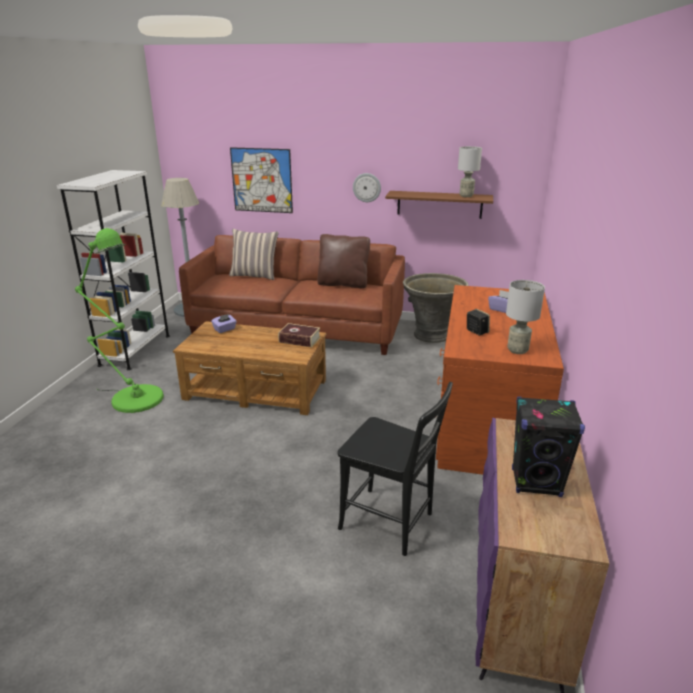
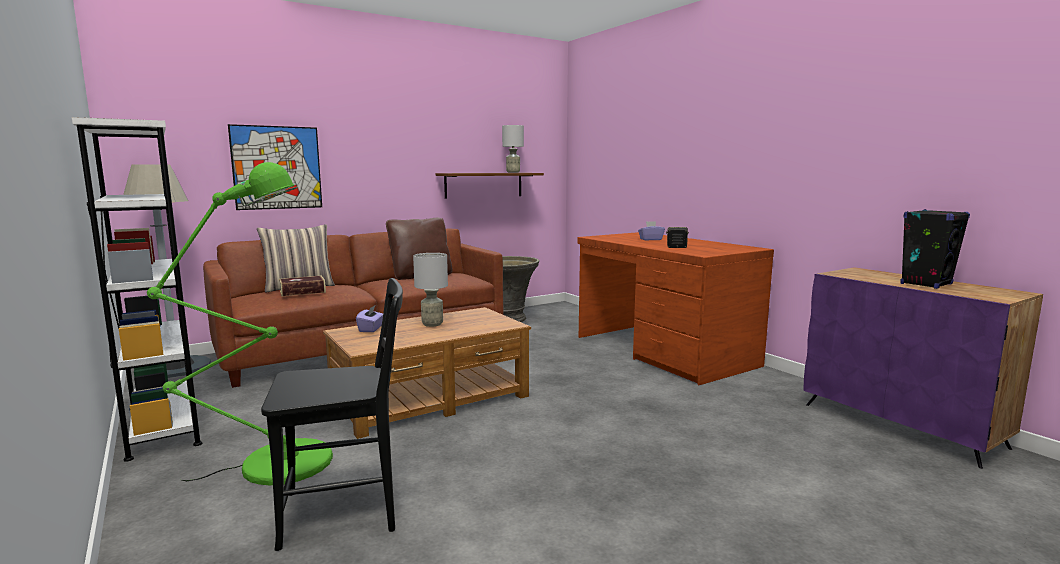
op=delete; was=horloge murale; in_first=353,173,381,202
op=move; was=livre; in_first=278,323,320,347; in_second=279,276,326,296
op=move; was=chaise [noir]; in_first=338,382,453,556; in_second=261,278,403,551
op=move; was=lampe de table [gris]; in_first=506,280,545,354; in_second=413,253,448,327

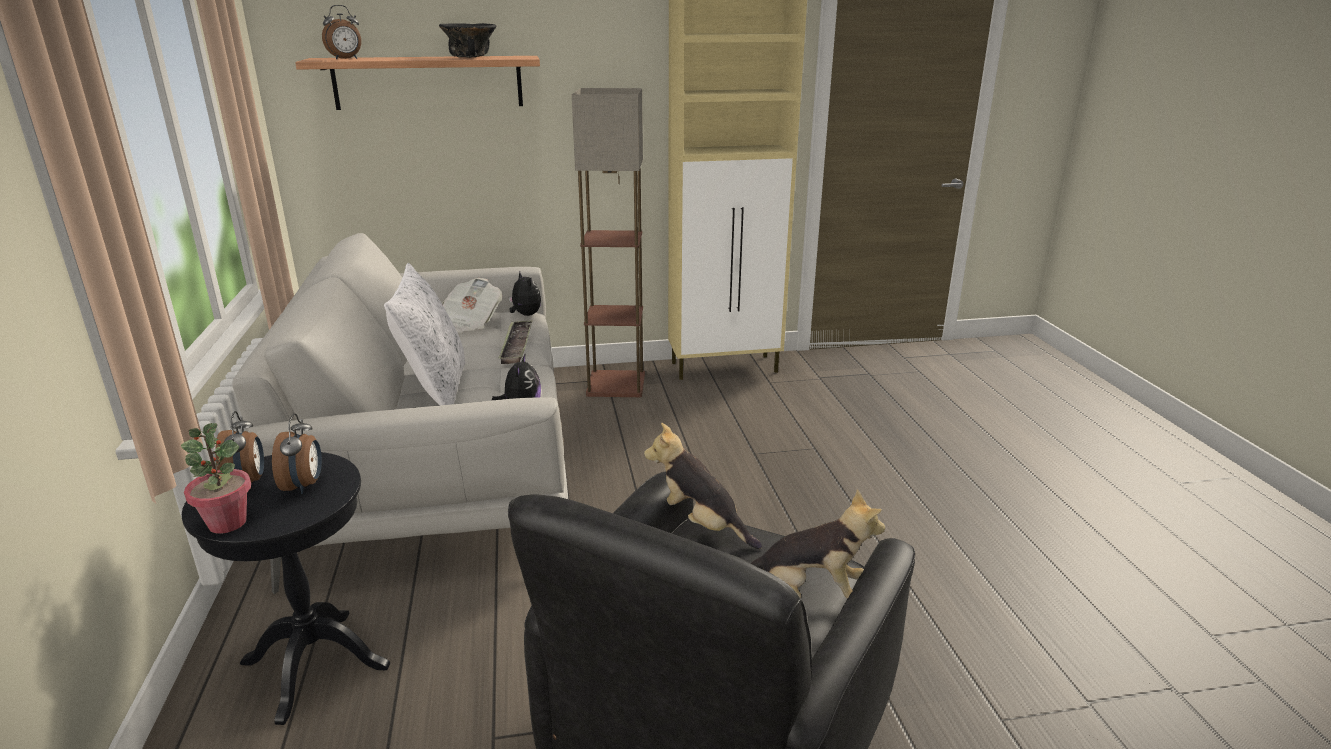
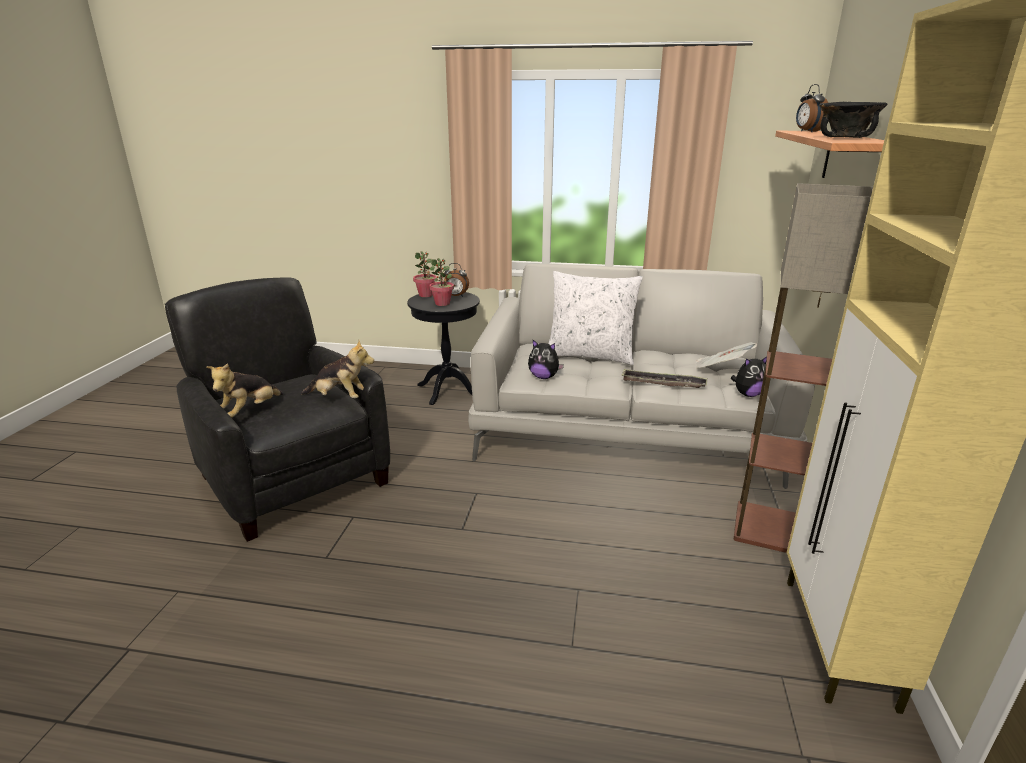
op=replace; was=réveil; now=plante en pot; in_first=272,413,322,494; in_second=429,258,454,306
op=rotate; was=peluche; in_first=644,423,762,549; in_second=301,340,374,398; clockwise=45

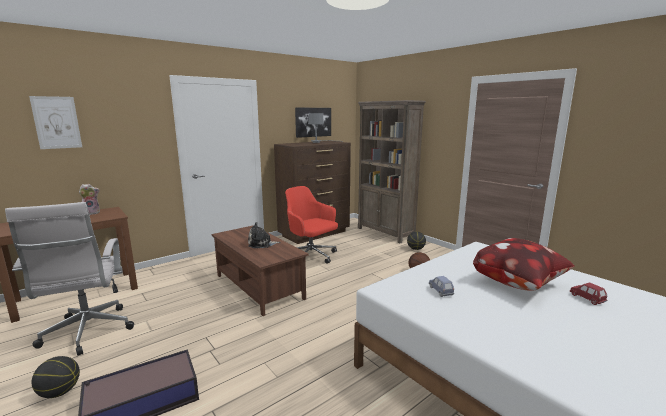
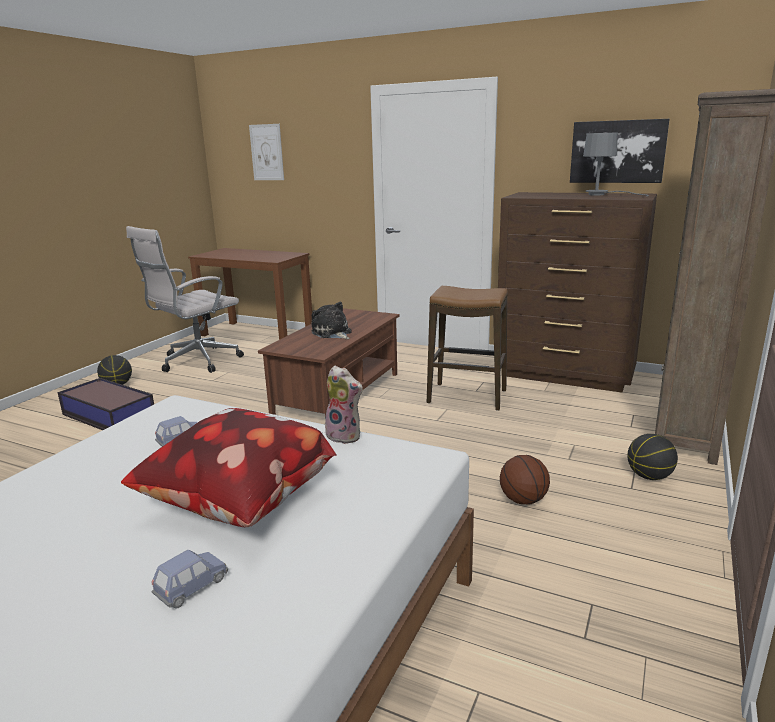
op=move; was=peluche; in_first=79,184,100,215; in_second=325,365,363,444
op=replace; was=chaise de bureau [rouge]; now=tabouret; in_first=285,186,338,264; in_second=427,286,508,411
op=recolor; was=petite voiture [rouge]; now=petite voiture [bleu]; in_first=570,282,608,305; in_second=151,550,228,609

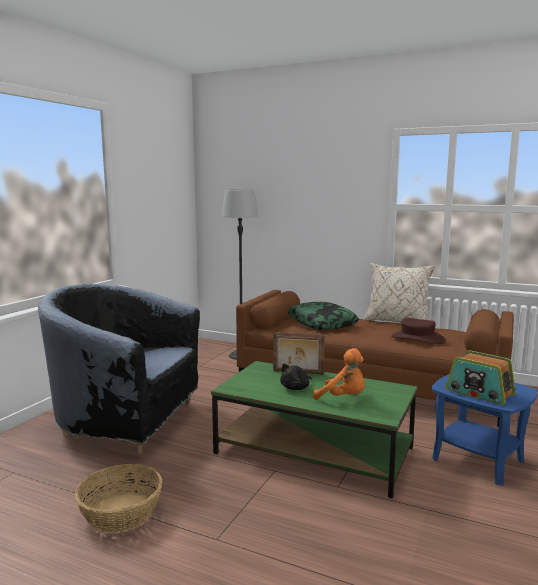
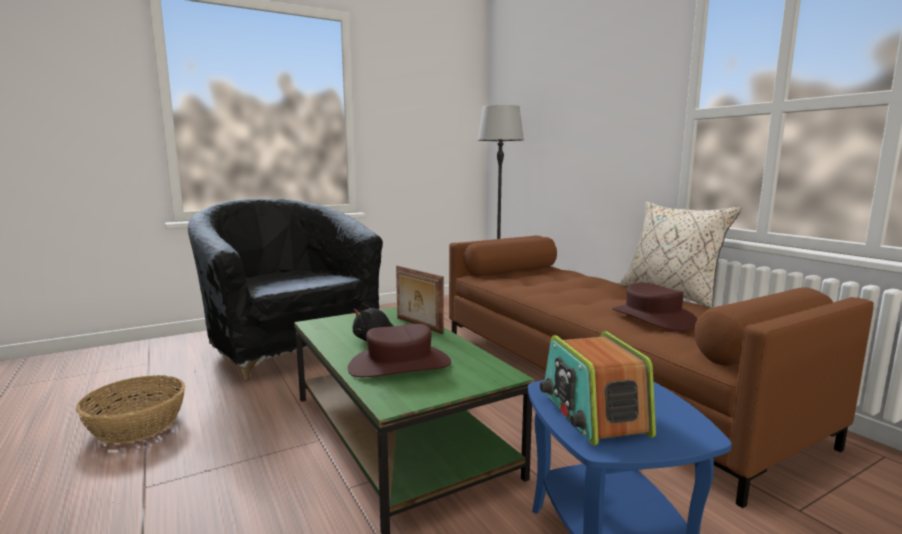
op=delete; was=coussin; in_first=288,302,359,330
op=replace; was=peluche [orange]; now=chapeau [marron]; in_first=313,348,365,400; in_second=348,324,451,377

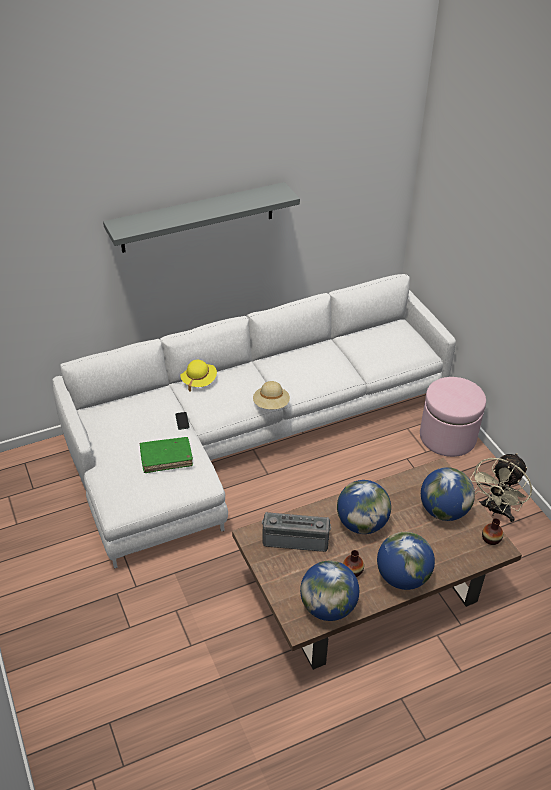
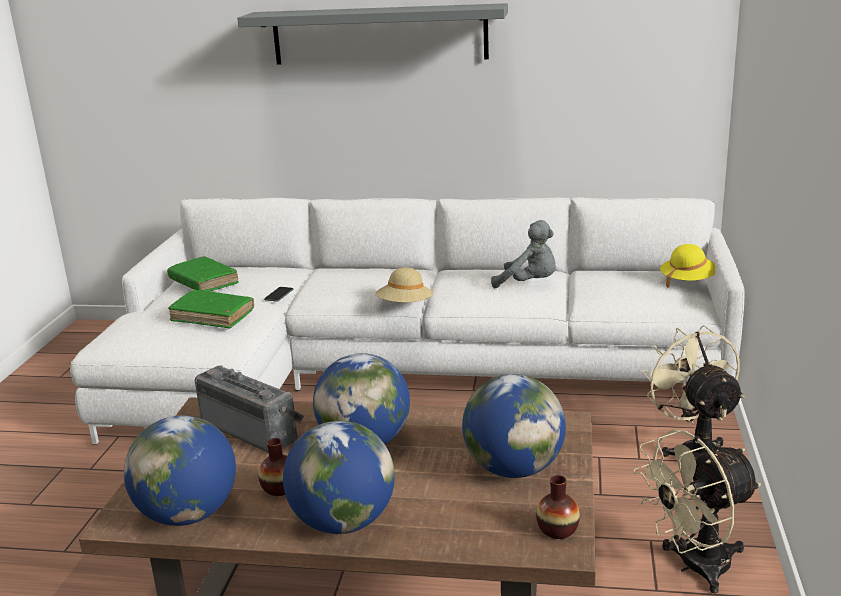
op=insert; now=livre [vert]; in_second=167,256,239,291
op=insert; now=peluche [gris]; in_second=491,220,556,288
op=move; was=chapeau [jaune]; in_first=181,360,217,392; in_second=660,244,715,288
op=replace; was=pouf [rose]; now=ventilateur [beige]; in_first=420,377,486,457; in_second=642,325,744,459

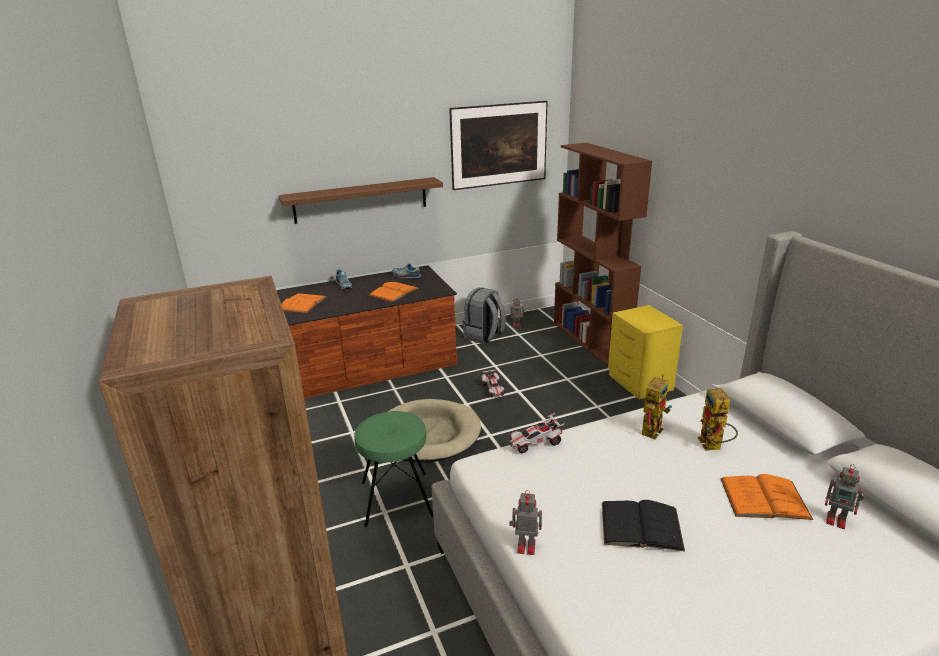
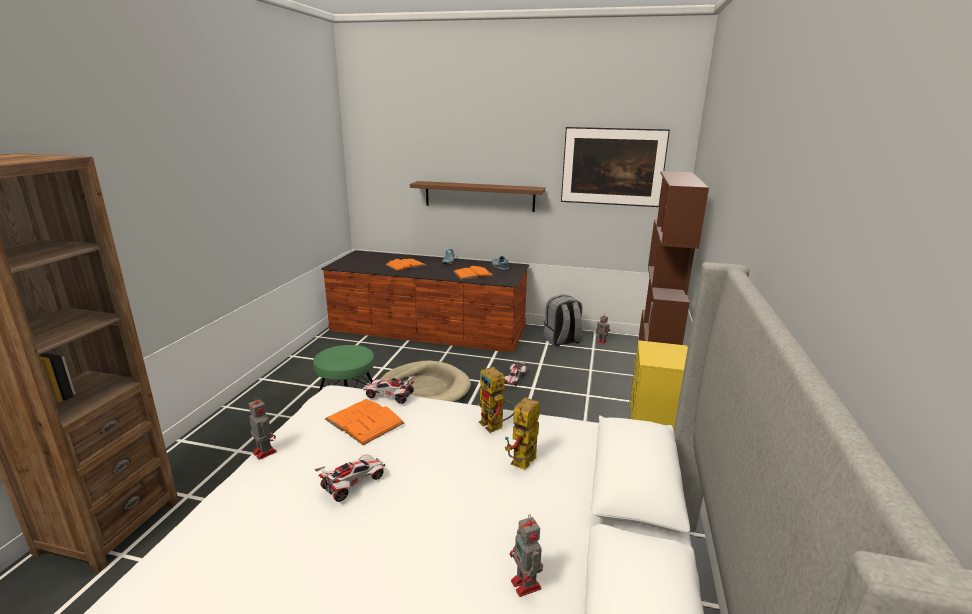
op=move; was=livre [orange]; in_first=720,474,813,520; in_second=325,399,404,445
op=replace; was=livre [noir]; now=petite voiture; in_first=602,500,685,552; in_second=314,455,385,502
op=rotate; was=robot jouet; in_first=641,374,672,439; in_second=478,367,515,433; clockwise=75

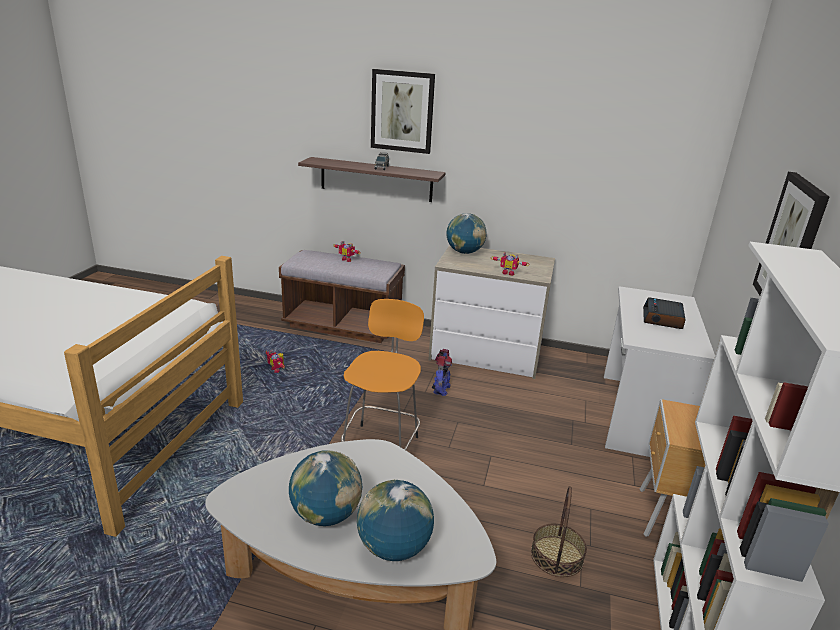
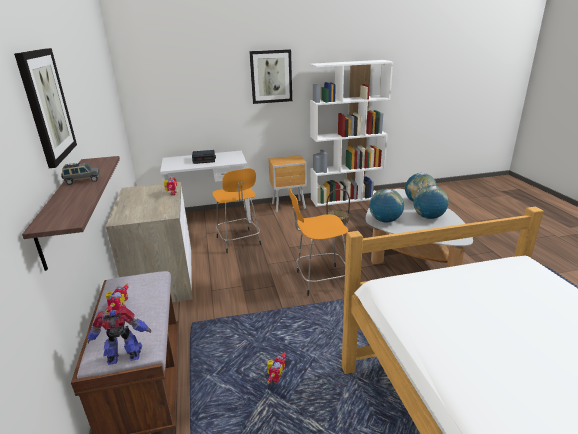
op=insert; now=tabouret [orange]; in_second=212,168,261,253
op=move; was=robot jouet; in_first=432,349,452,396; in_second=87,308,151,365
op=move; was=globe; in_first=446,213,487,254; in_second=369,189,404,223

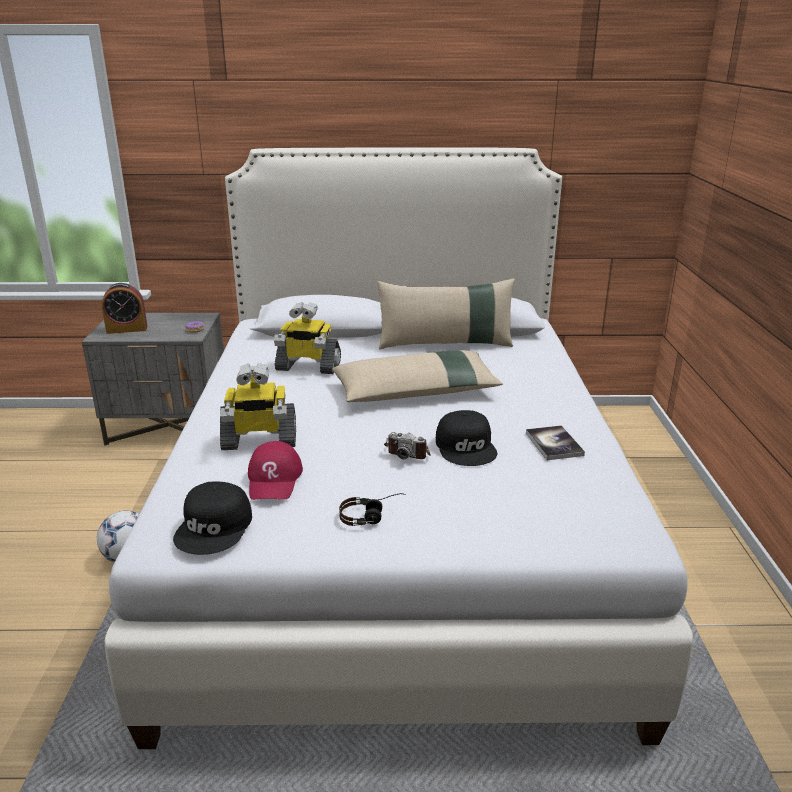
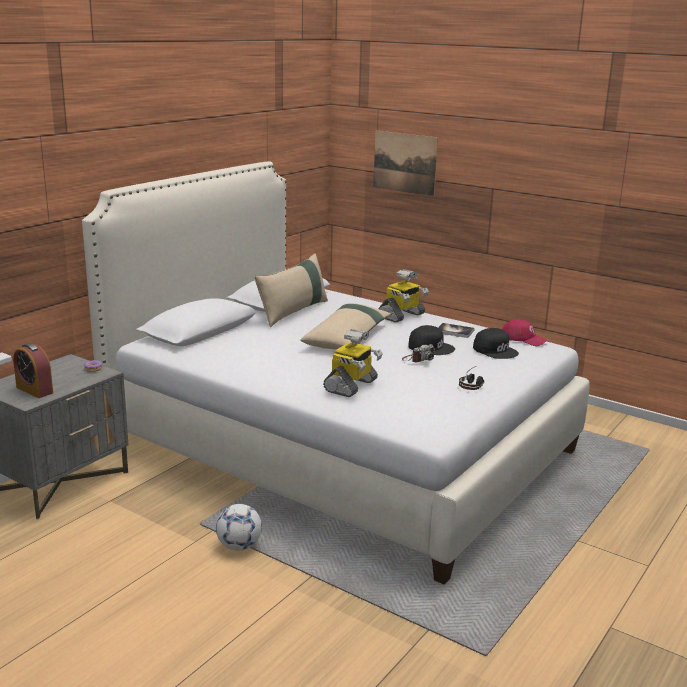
op=insert; now=tableau; in_second=373,131,438,197
op=move; was=casquette [noir]; in_first=173,482,252,555; in_second=473,328,519,359
op=move; was=casquette [rouge]; in_first=248,441,303,500; in_second=502,319,548,346
op=move; was=robot jouet; in_first=274,302,341,374; in_second=378,269,429,322
op=rotate; was=réveil; in_first=102,283,147,334; in_second=13,343,53,398; clockwise=105

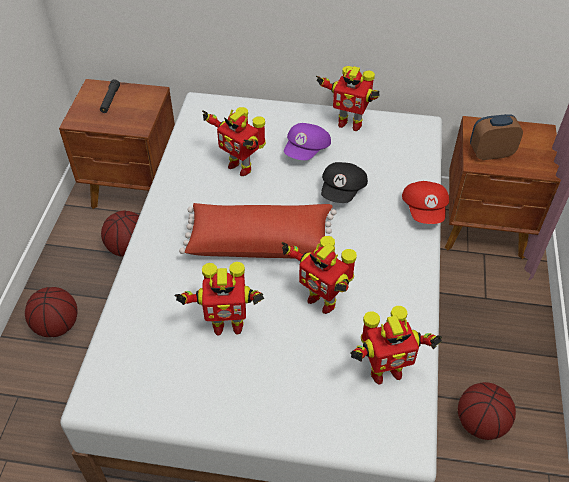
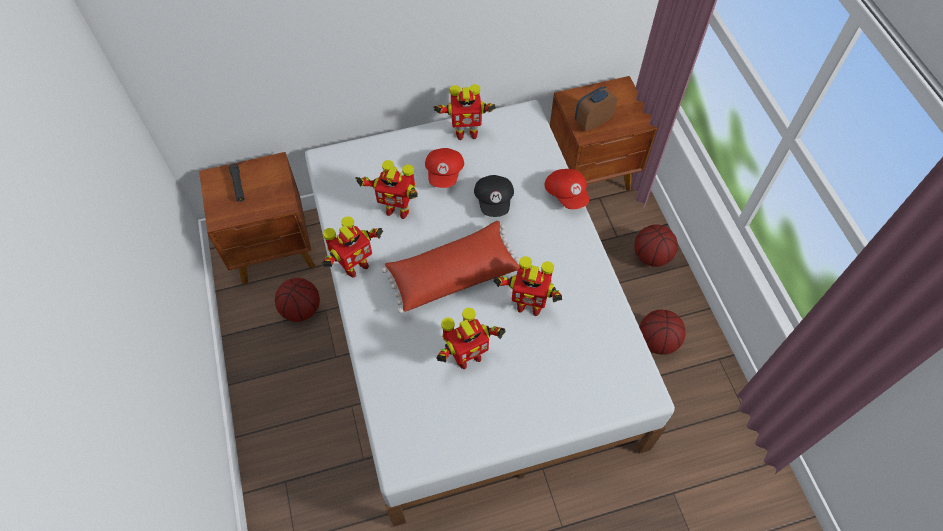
op=move; was=ballon de basket; in_first=25,287,78,337; in_second=634,224,678,267
op=move; was=robot jouet; in_first=350,306,442,385; in_second=322,216,383,278
op=recolor; was=casquette [violet]; now=casquette [rouge]; in_first=284,123,331,160; in_second=425,148,464,188

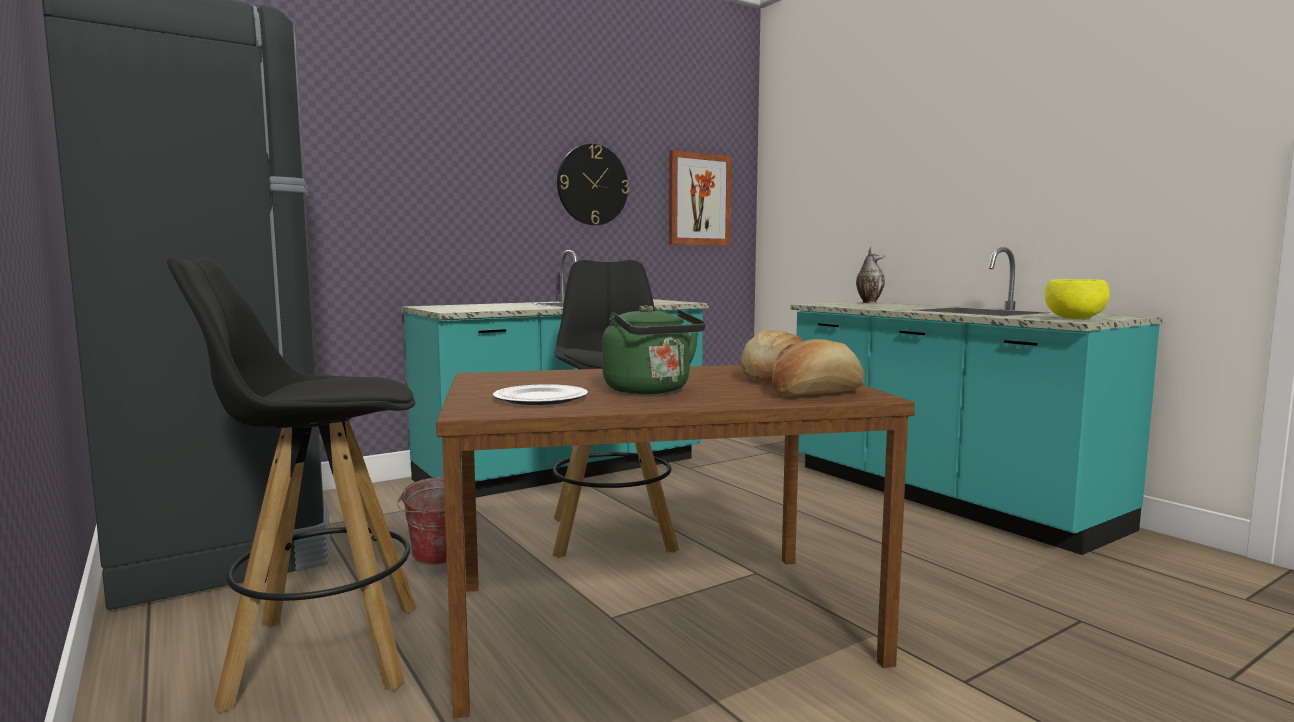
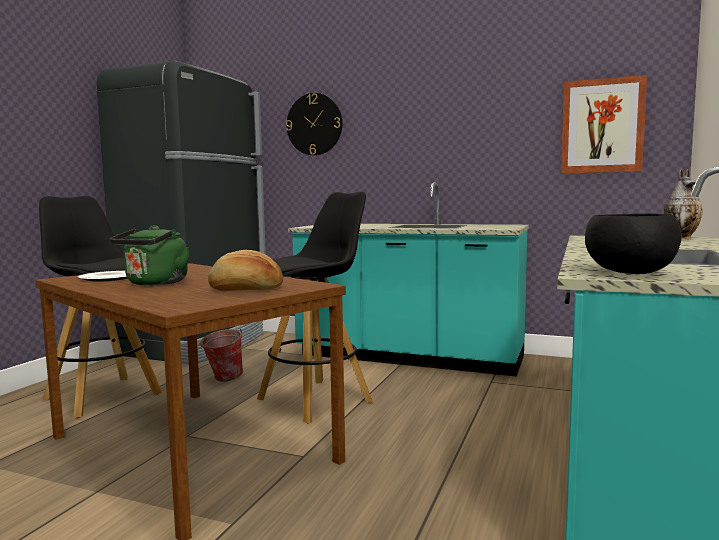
op=delete; was=pain; in_first=772,339,865,397
op=move; was=horloge murale; in_first=557,144,629,225; in_second=286,93,342,156
op=recolor; was=bol [jaune]; now=bol [noir]; in_first=1045,279,1110,319; in_second=585,213,682,274

